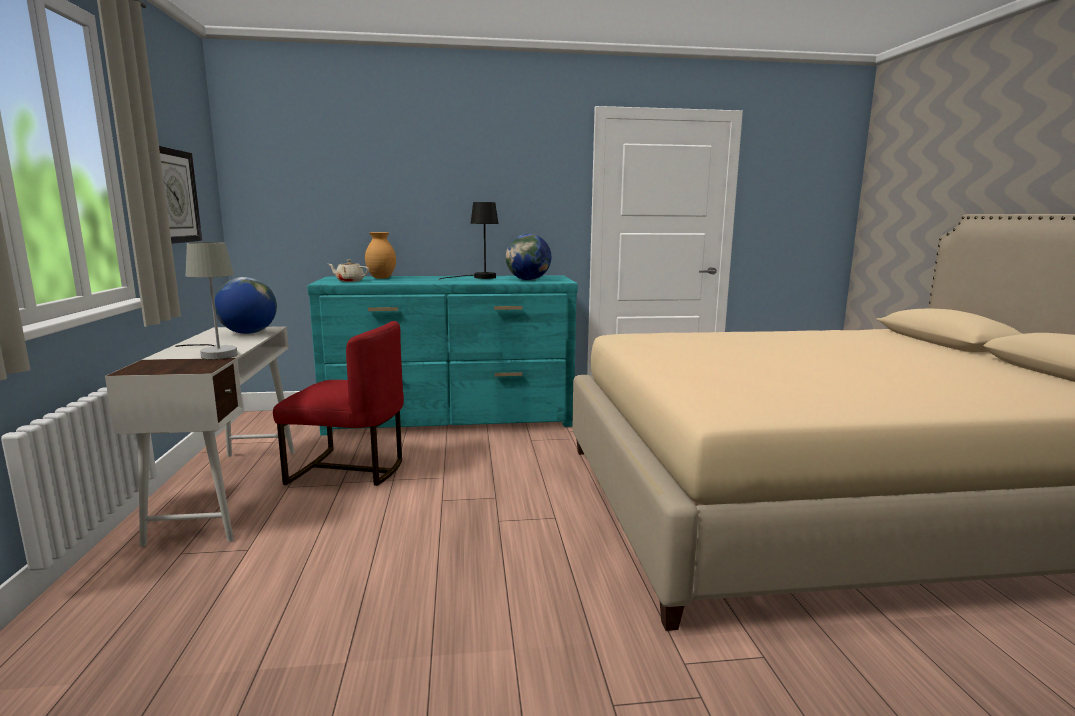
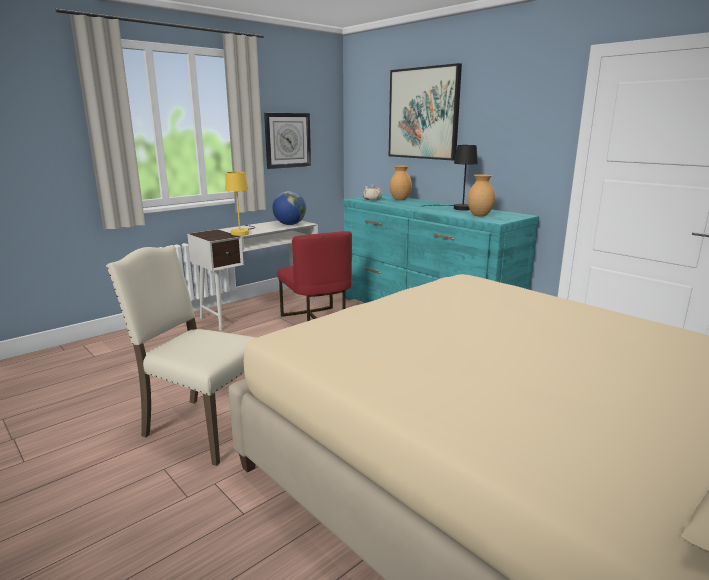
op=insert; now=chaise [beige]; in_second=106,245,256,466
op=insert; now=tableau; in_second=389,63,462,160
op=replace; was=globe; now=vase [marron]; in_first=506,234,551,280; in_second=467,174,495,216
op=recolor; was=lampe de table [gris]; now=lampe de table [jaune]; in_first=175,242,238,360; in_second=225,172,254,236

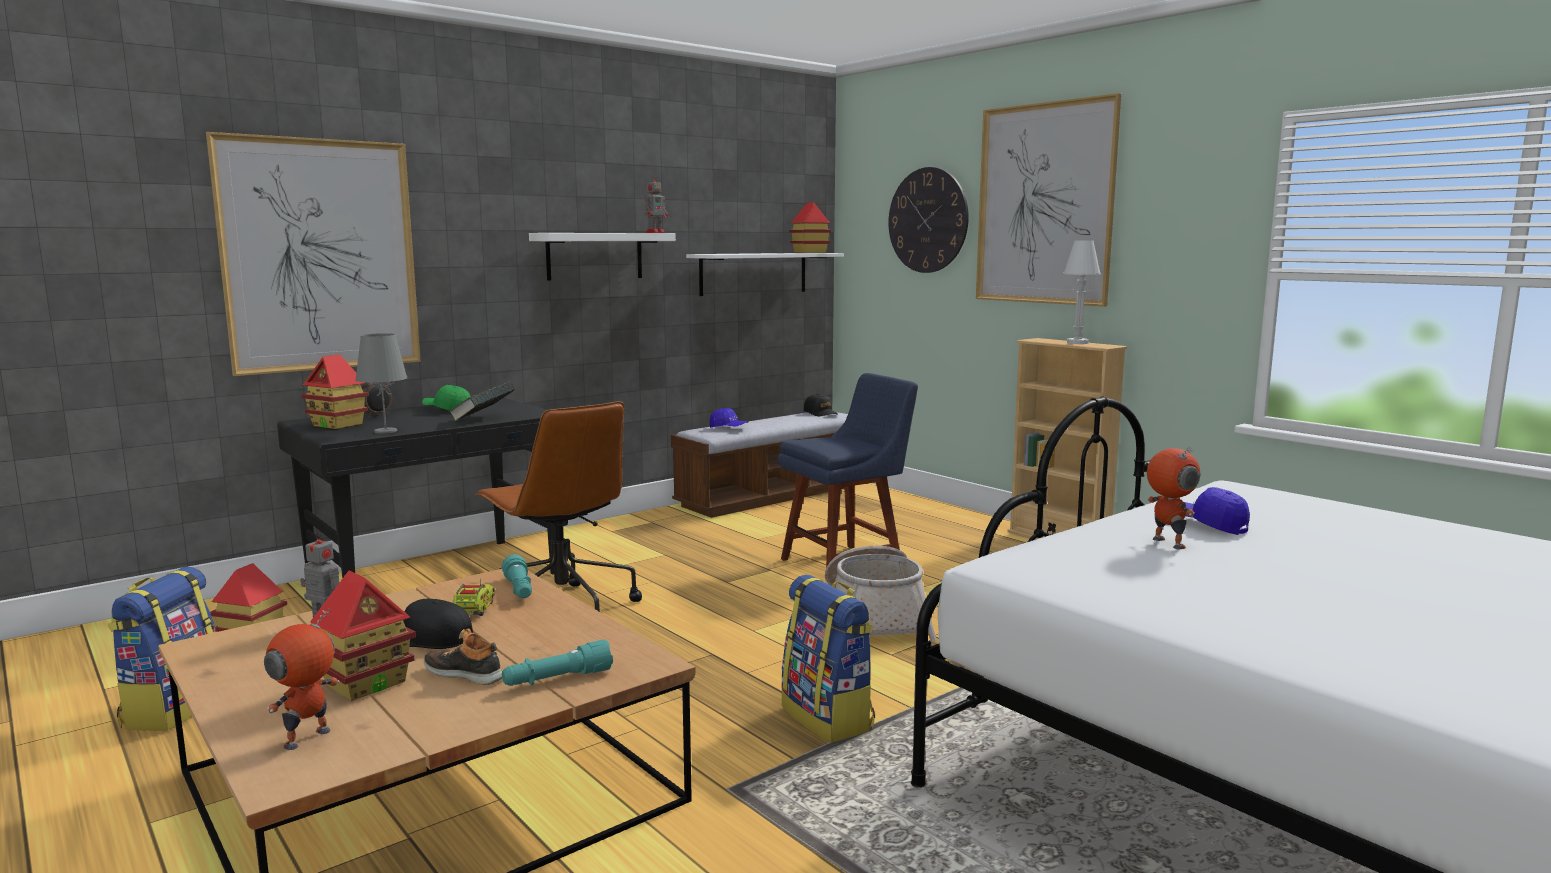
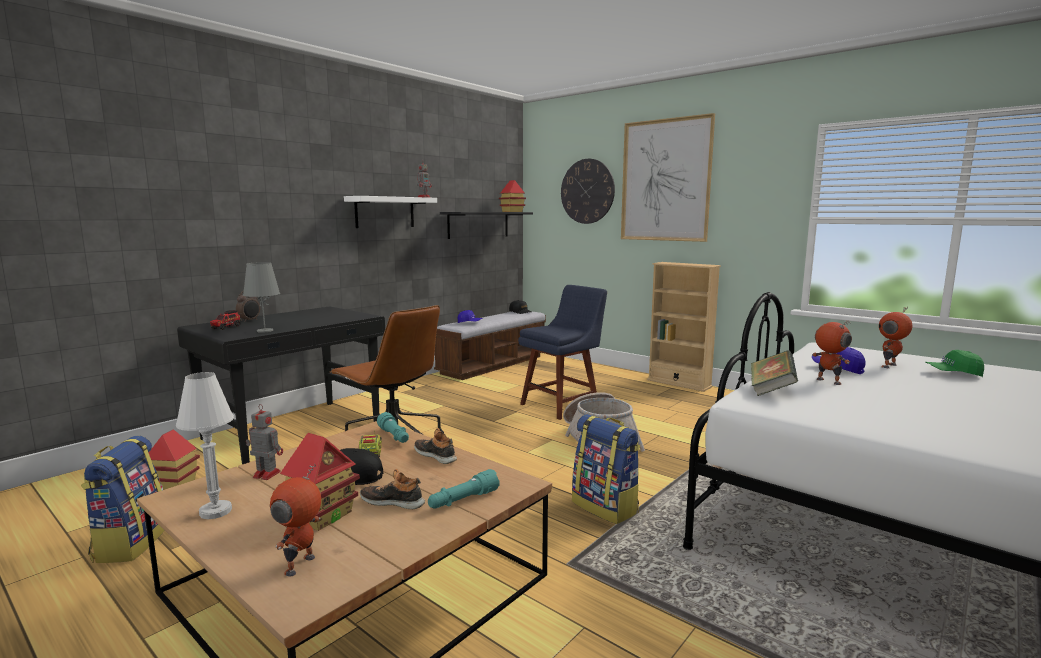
op=delete; was=tableau; in_first=206,132,421,376
op=insert; now=chaussure; in_second=414,428,457,464
op=insert; now=robot jouet; in_second=879,307,912,368
op=move; was=casquette [vert]; in_first=422,385,471,411; in_second=926,350,984,377
op=move; was=livre; in_first=448,382,515,422; in_second=751,350,798,396
op=move; was=lampe de table [blanc]; in_first=1063,240,1101,344; in_second=176,372,234,519
op=replace; was=maison miniature; now=camion jouet; in_first=301,354,369,429; in_second=210,310,241,330
op=recolor; was=étagère [blanc]; now=étagère [noir]; in_first=686,253,844,296; in_second=440,212,533,239

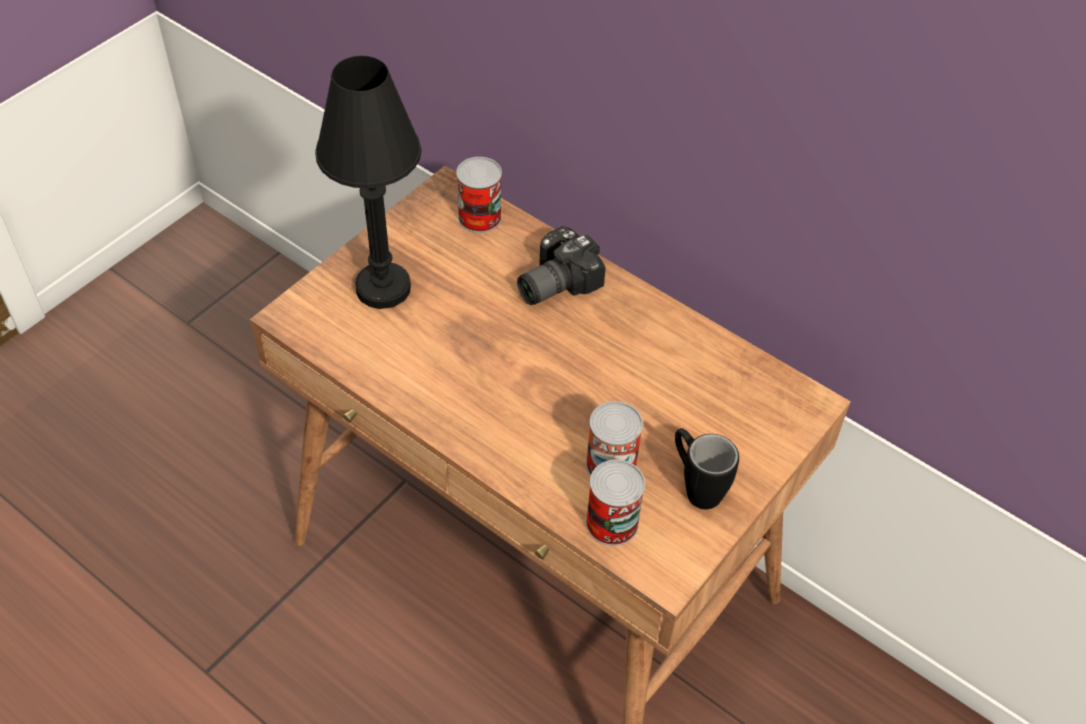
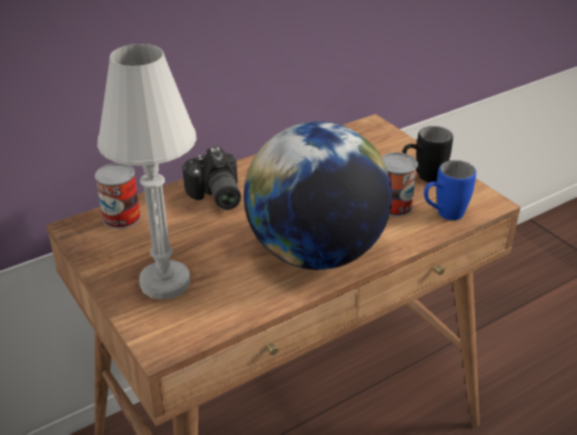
op=insert; now=globe; in_second=244,121,392,270
op=replace; was=boîte métallique; now=mug [bleu]; in_first=586,459,645,546; in_second=424,160,476,220
op=recolor; was=lampe de table [noir]; now=lampe de table [blanc]; in_first=315,56,422,309; in_second=97,44,197,300

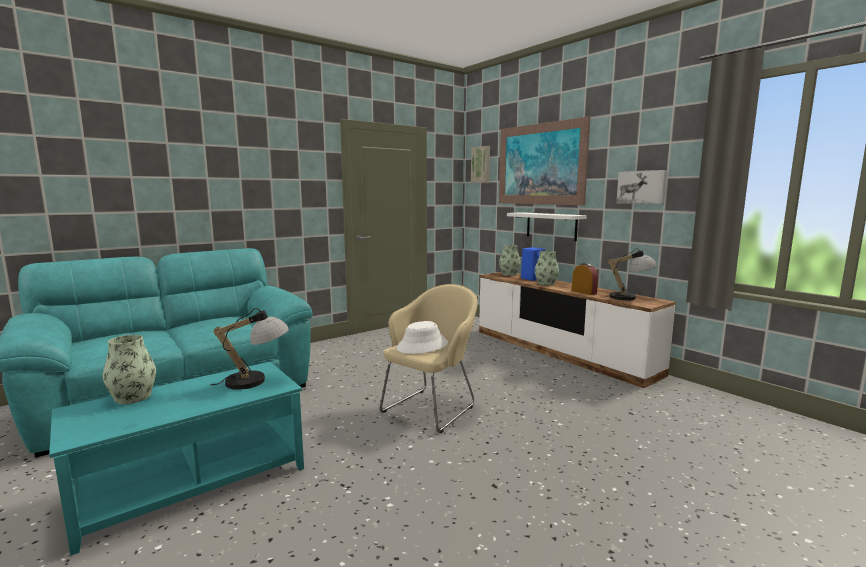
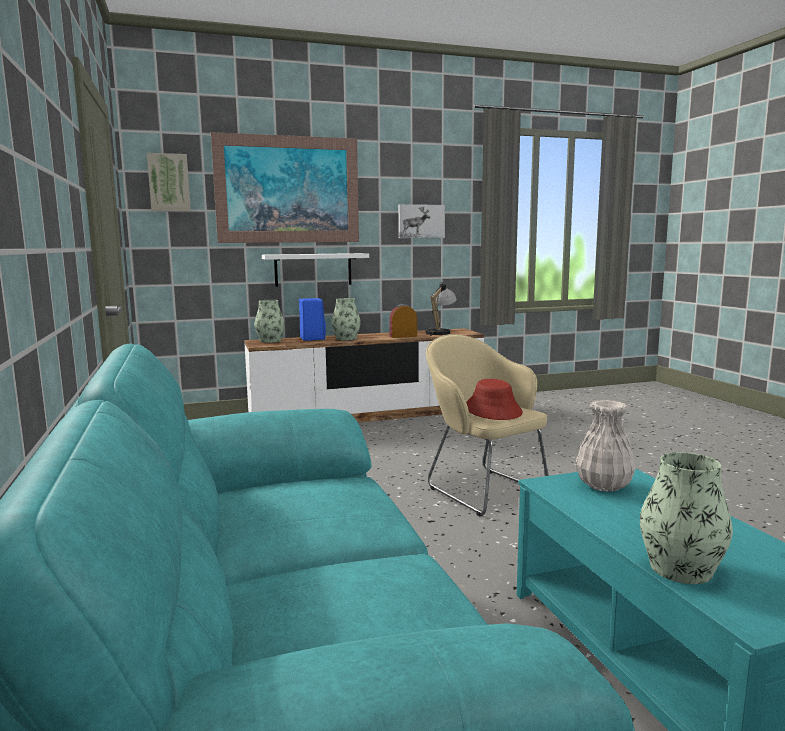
op=replace; was=lampe de table; now=vase [blanc]; in_first=210,308,289,390; in_second=576,400,636,492
op=recolor; was=chapeau [blanc]; now=chapeau [rouge]; in_first=396,321,448,354; in_second=466,379,523,420

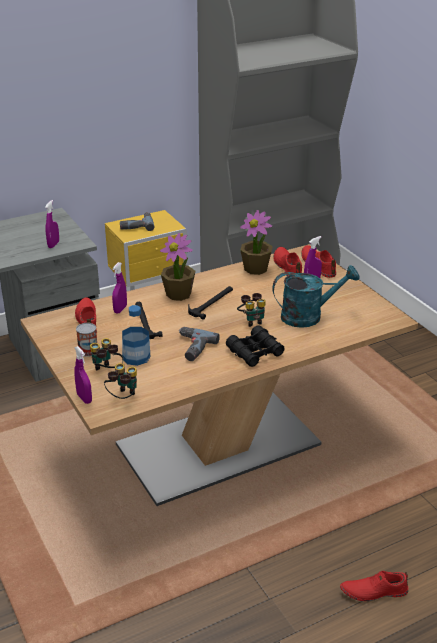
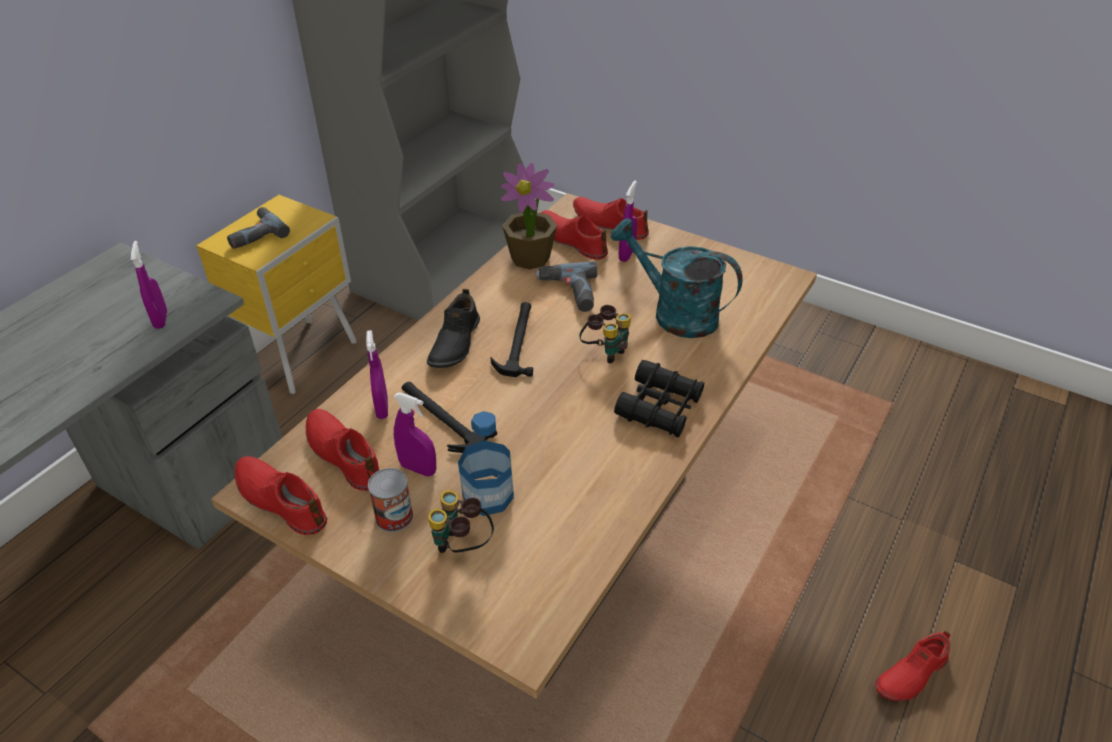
op=delete; was=jumelles; in_first=104,363,137,399
op=insert; now=chaussure [rouge]; in_second=234,456,327,535
op=move; was=vaporisateur [violet]; in_first=74,346,92,404; in_second=393,392,436,477
op=move; was=perceuse; in_first=179,327,220,361; in_second=535,261,597,312
op=replace; was=plante en pot; now=chaussure [noir]; in_first=160,233,195,301; in_second=427,289,480,368
op=rotate; was=arrosoir [turquoise]; in_first=272,265,359,328; in_second=610,218,743,338; clockwise=-105

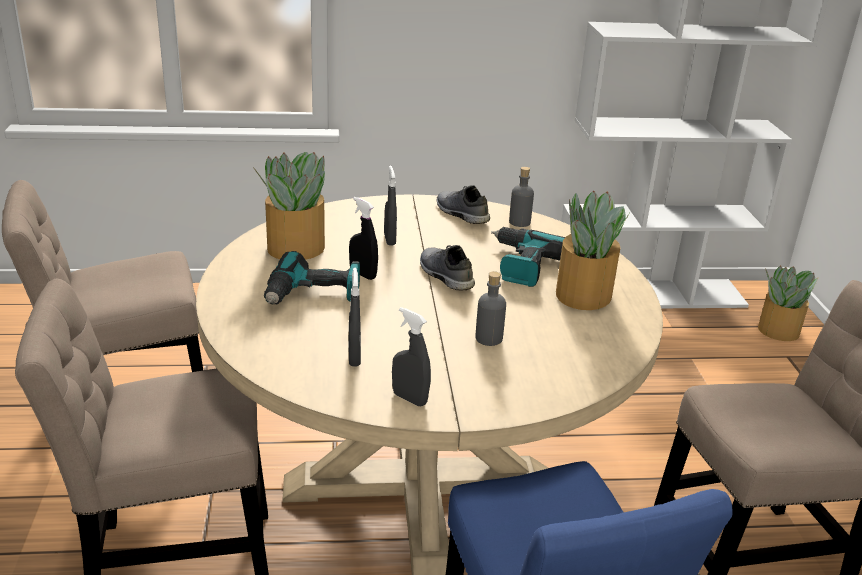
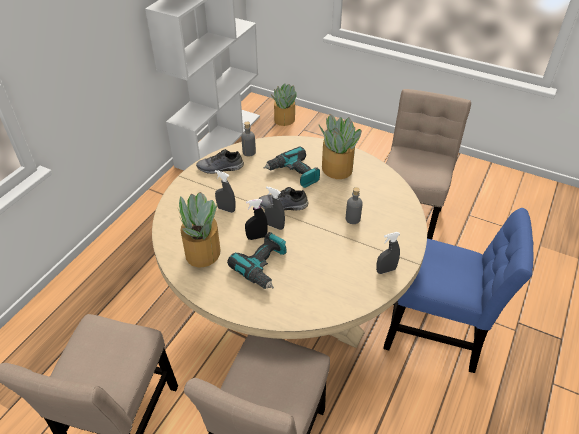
op=move; was=vaporisateur [gris]; in_first=348,268,361,366; in_second=264,186,285,230

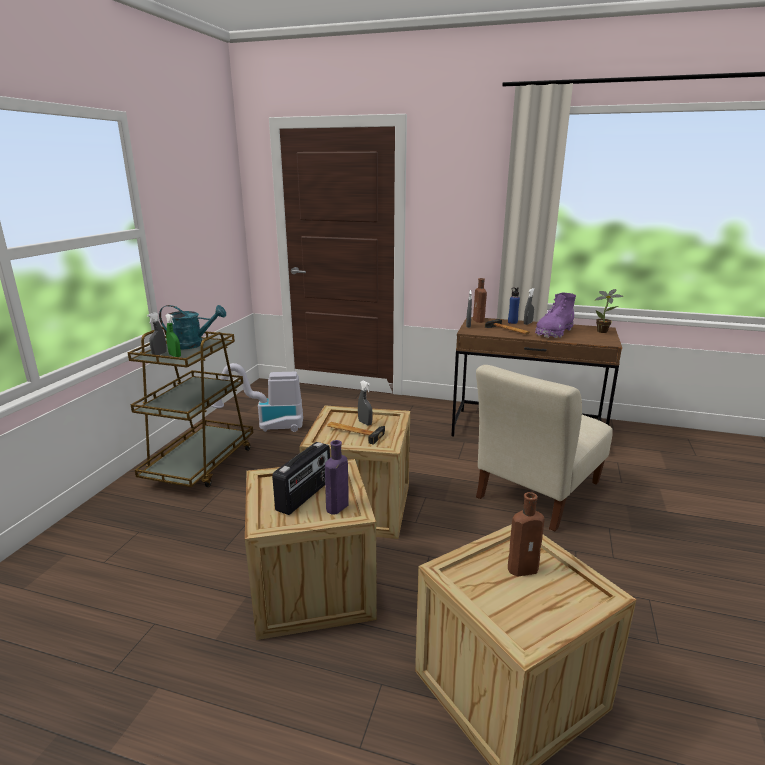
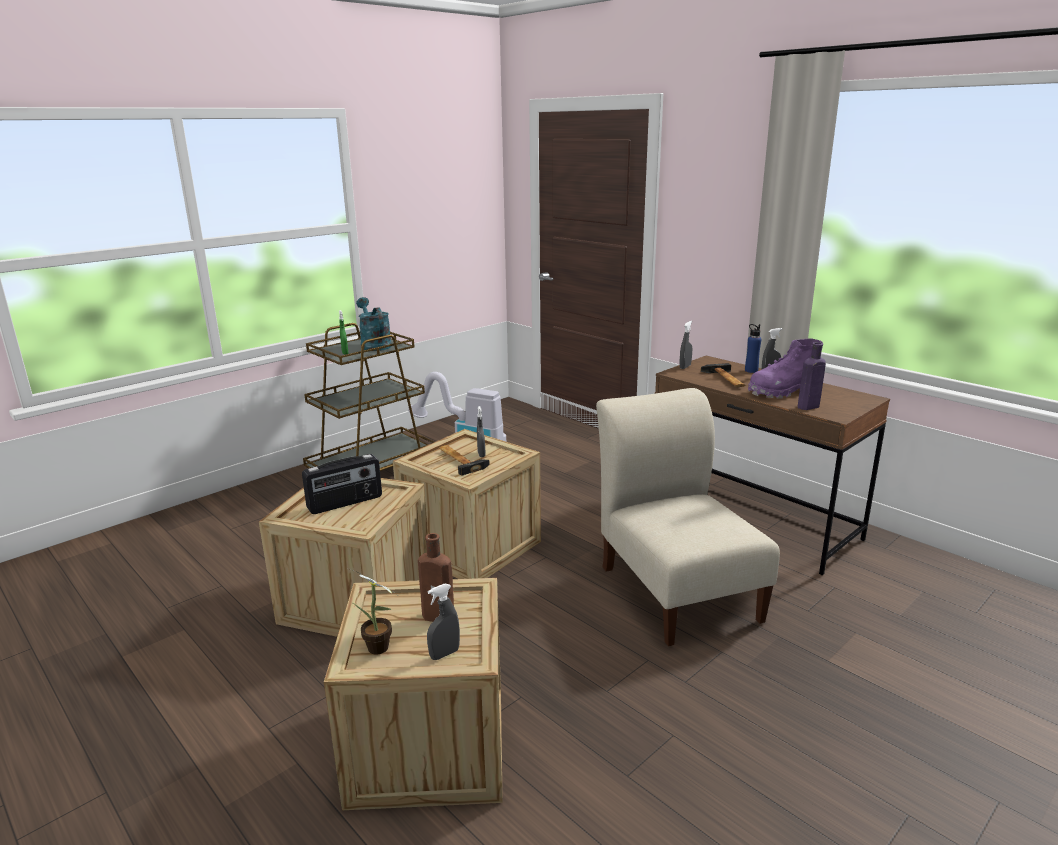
op=delete; was=bouteille [marron]; in_first=473,278,487,323
op=move; was=vaporisateur [gris]; in_first=147,312,166,355; in_second=427,583,460,660
op=move; was=bouteille [violet]; in_first=325,440,349,514; in_second=798,342,826,410
op=move; was=plante en pot; in_first=595,289,624,333; in_second=353,571,397,655
op=rotate; was=arrosoir [turquoise]; in_first=159,305,226,349; in_second=356,297,391,351; clockwise=-150
op=rotate; was=chaise [beige]; in_first=476,365,613,531; in_second=596,388,780,646; clockwise=90

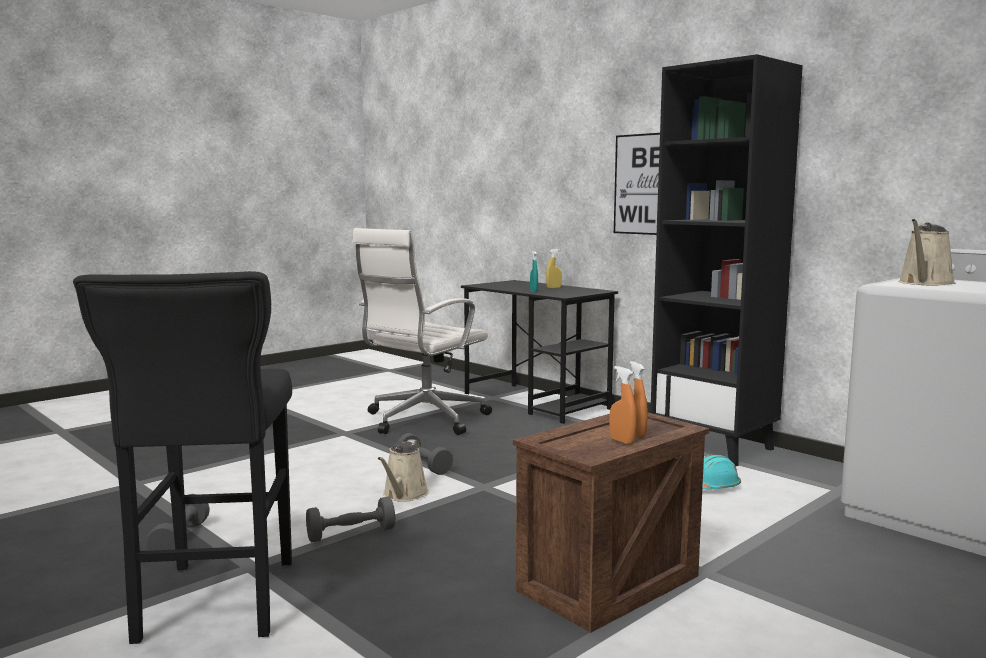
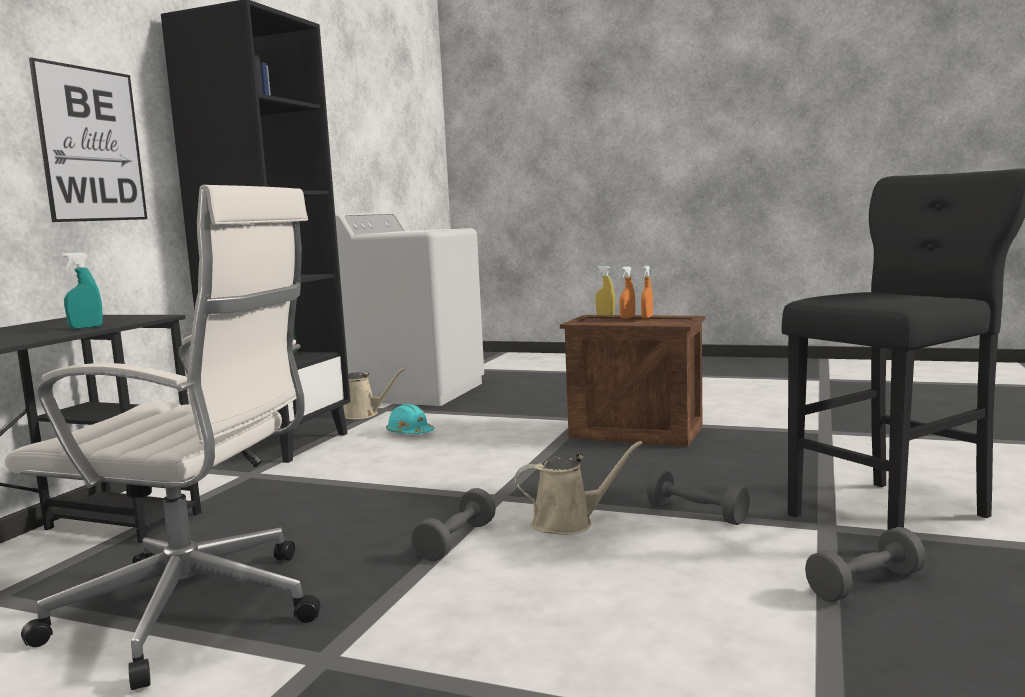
op=move; was=vaporisateur [jaune]; in_first=546,249,562,289; in_second=595,265,615,316
op=move; was=arrosoir [beige]; in_first=898,219,956,285; in_second=343,368,405,419

